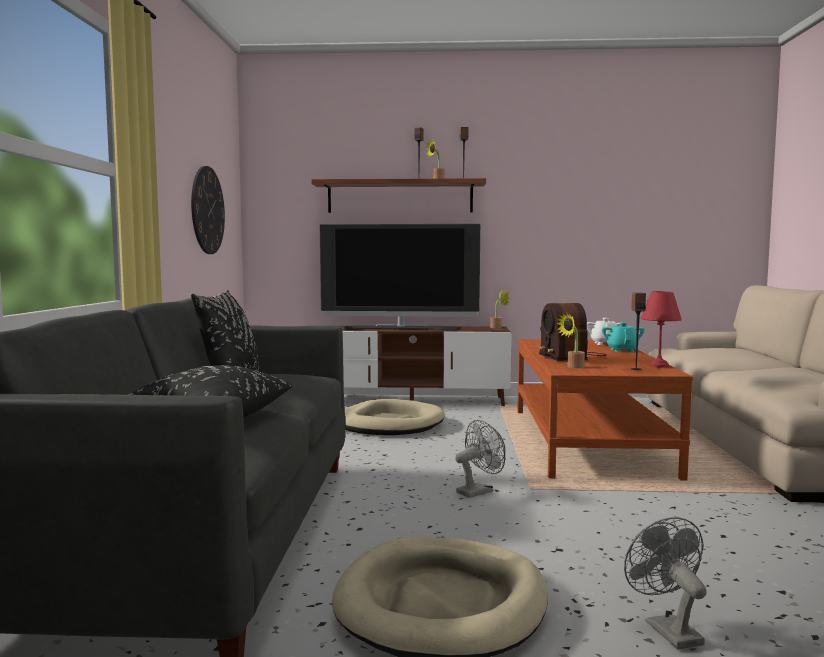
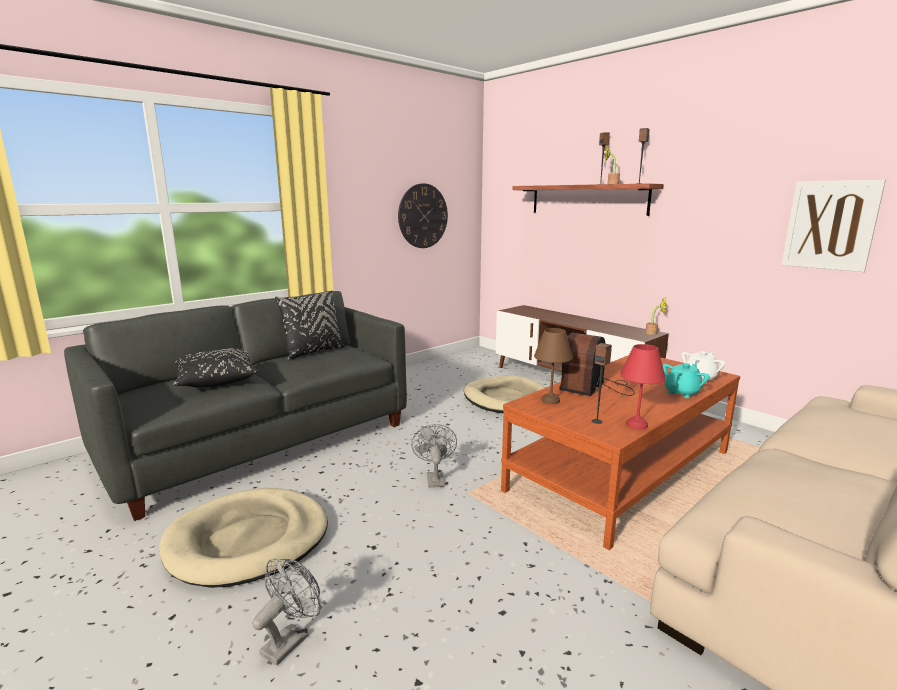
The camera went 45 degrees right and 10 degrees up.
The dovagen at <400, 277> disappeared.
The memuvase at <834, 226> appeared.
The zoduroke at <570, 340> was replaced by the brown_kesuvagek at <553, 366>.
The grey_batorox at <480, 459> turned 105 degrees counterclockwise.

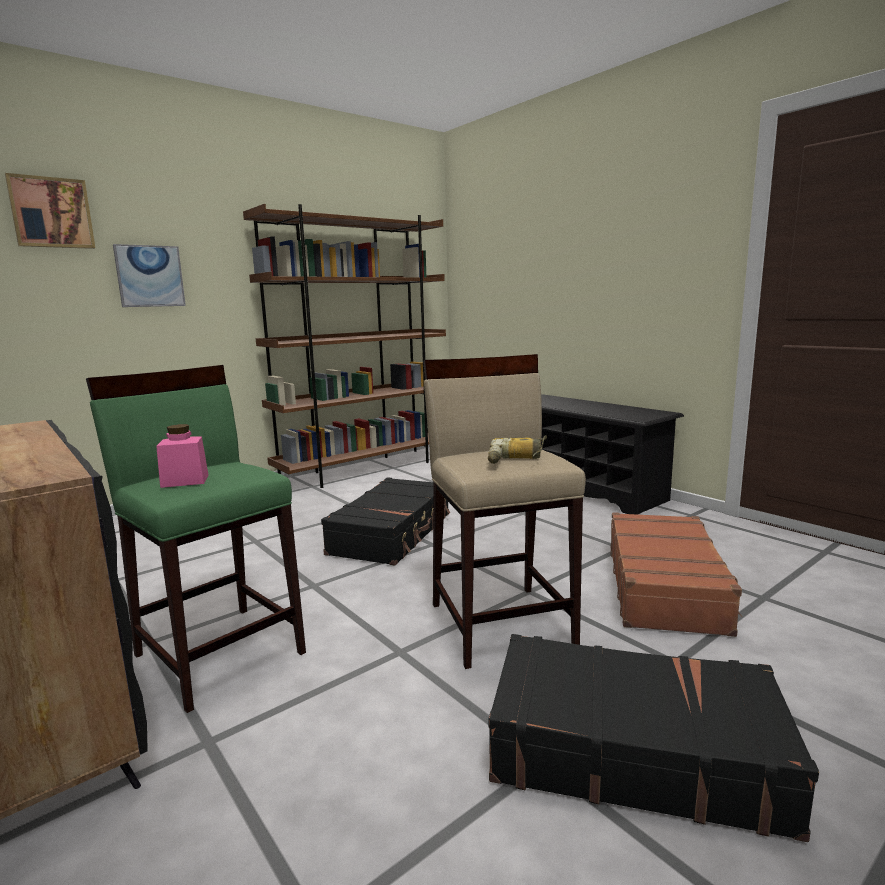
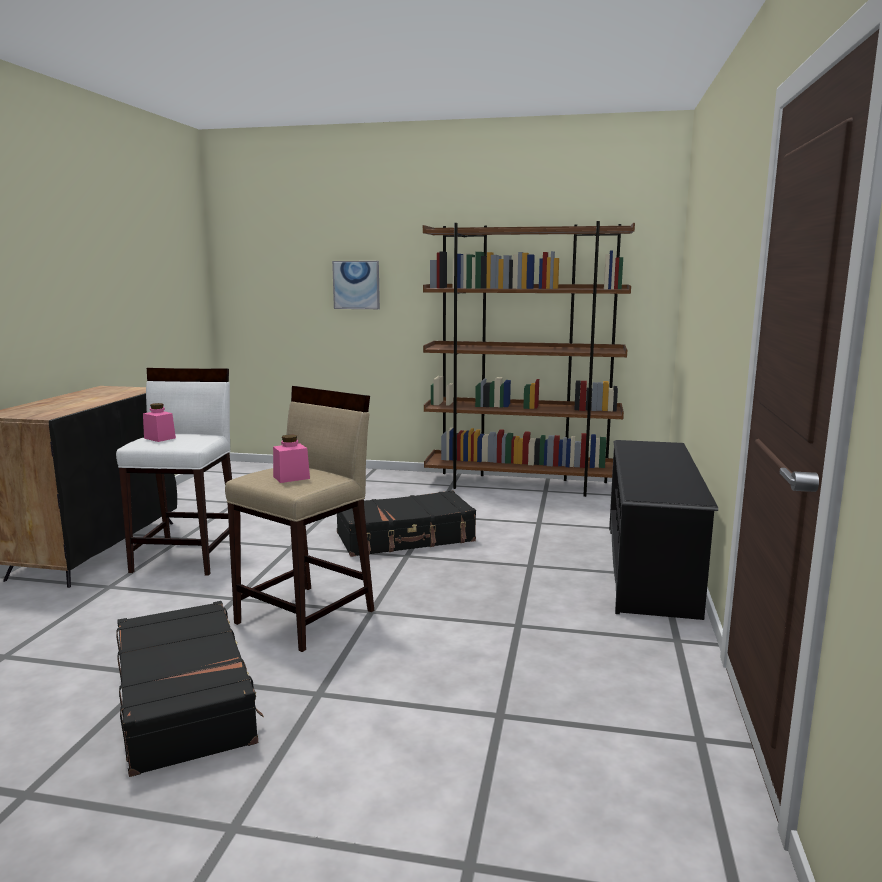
The camera went 50 degrees right and 0 degrees up.
The memuvase at <50, 211> disappeared.
The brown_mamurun at <676, 574> disappeared.
The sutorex at <517, 449> was replaced by the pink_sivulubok at <291, 459>.
The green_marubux at <196, 539> became the white_marubux at <174, 472>.

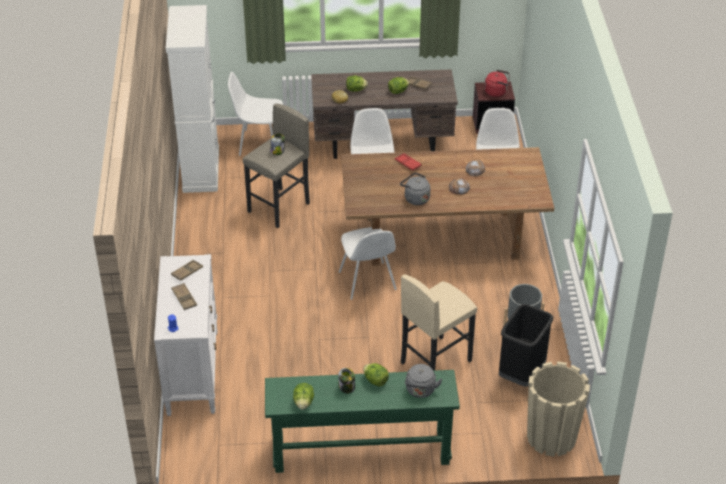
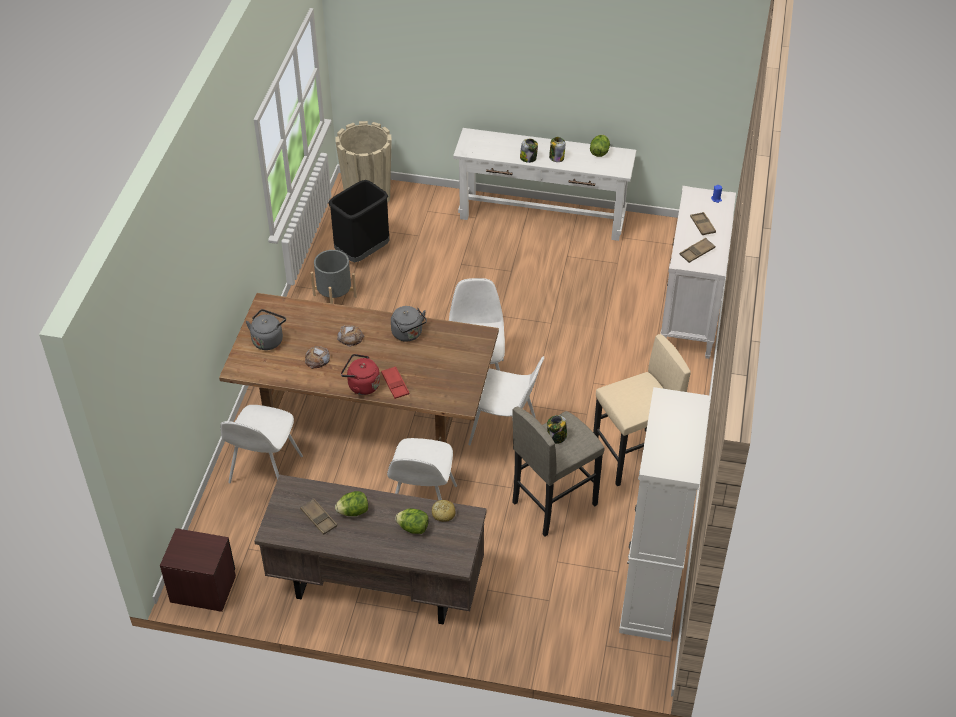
The camera went 165 degrees left and 5 degrees up.
The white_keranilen moved from <255, 114> to <506, 400>.
The beige_marubux moved from <439, 322> to <642, 410>.
The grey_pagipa moved from <423, 381> to <266, 329>.
The red_pagipa moved from <497, 83> to <360, 374>.
The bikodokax at <376, 375> was replaced by the sivulubok at <529, 151>.
The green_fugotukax at <362, 421> became the white_fugotukax at <544, 184>.

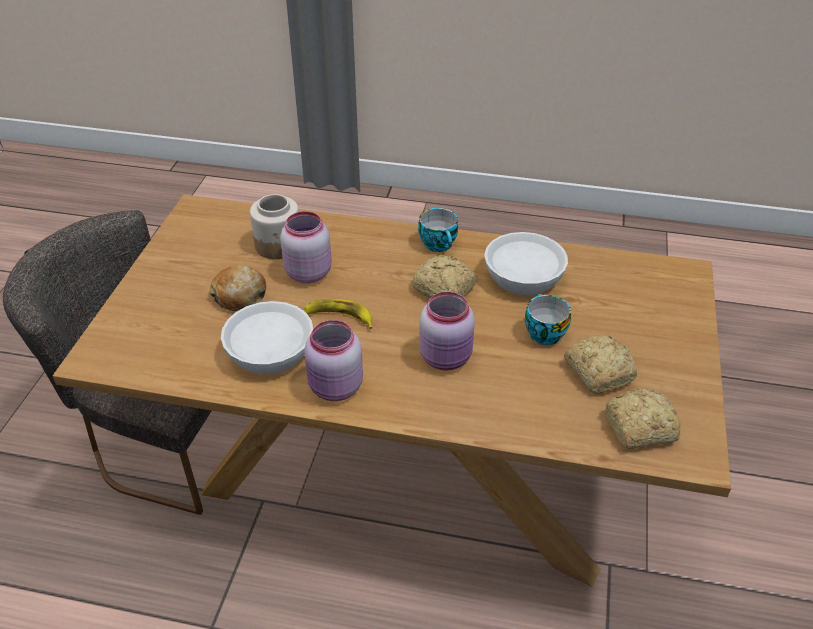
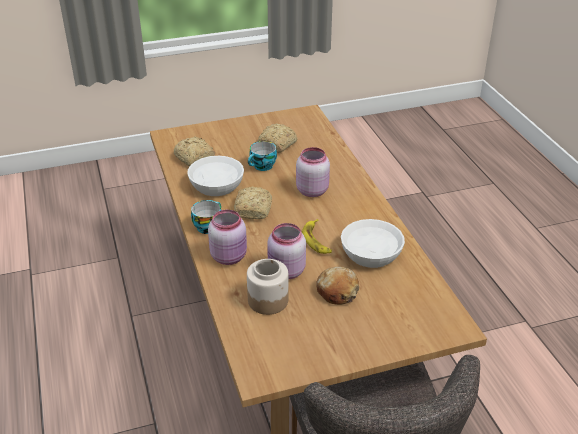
The camera went 120 degrees left and 5 degrees down.
The pink_sivulubok moved from <333, 360> to <227, 237>.
The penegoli moved from <643, 418> to <194, 151>.

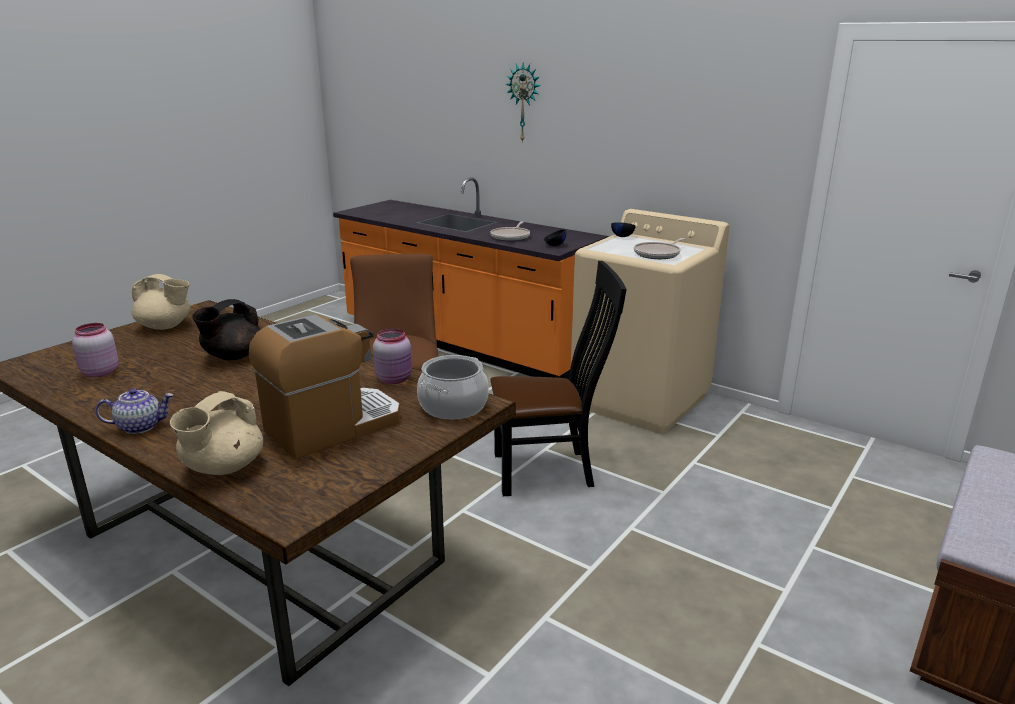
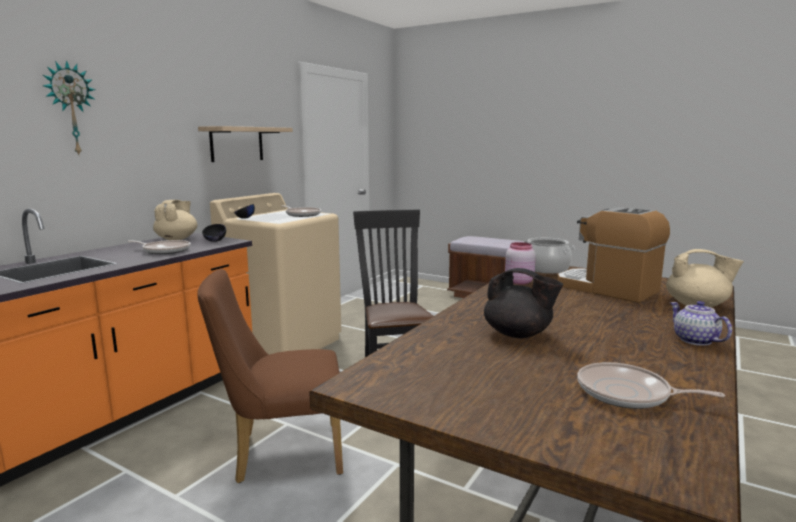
The camera went 95 degrees left and 10 degrees down.
The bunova at <245, 144> appeared.
The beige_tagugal moved from <160, 302> to <175, 220>.
The pink_sivulubok at <95, 350> was replaced by the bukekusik at <651, 385>.

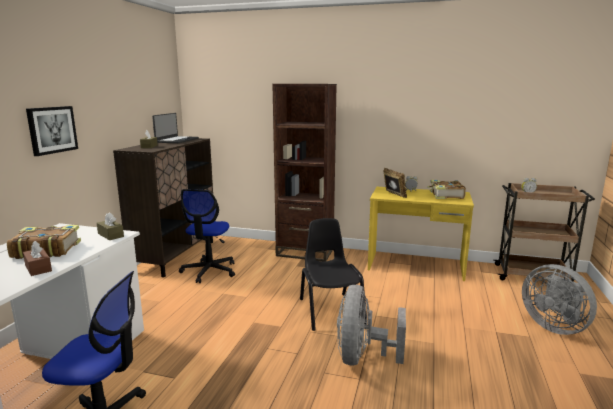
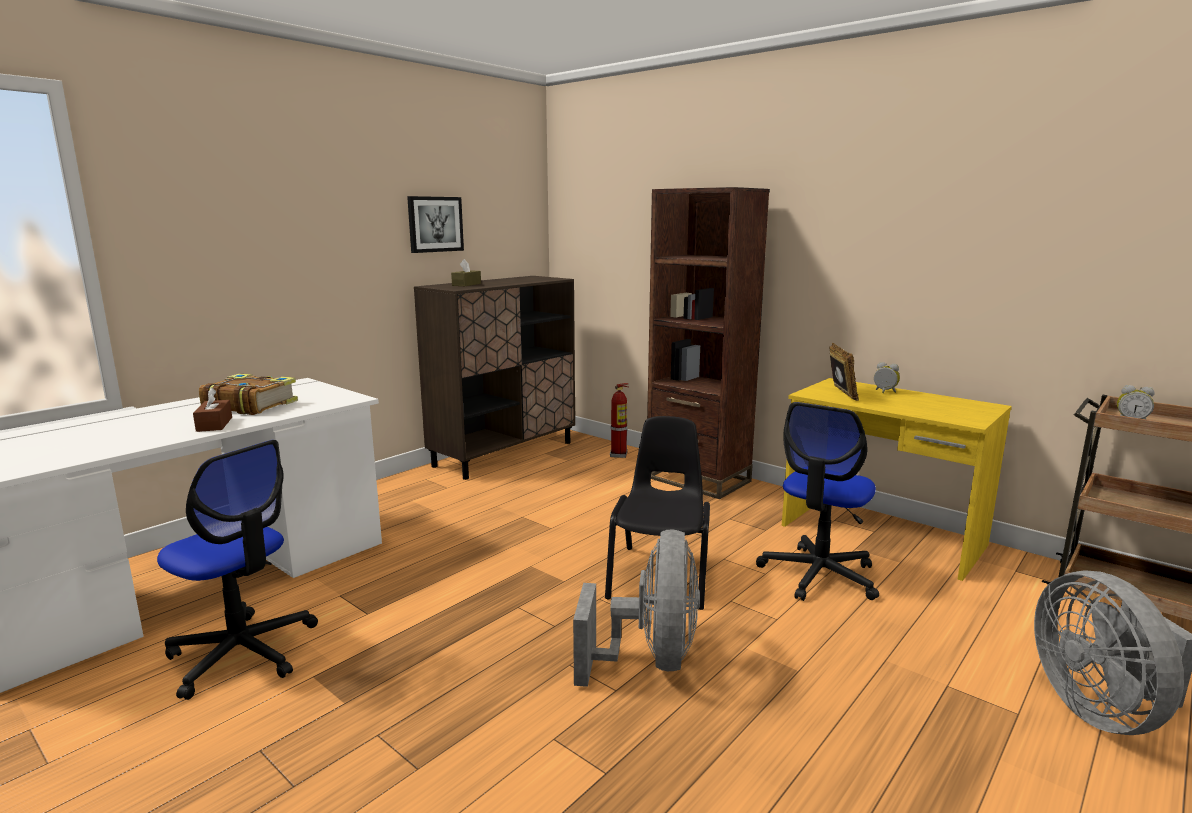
The camera went 25 degrees right and 0 degrees up.
The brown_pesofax at <110, 226> disappeared.
The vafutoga at <175, 128> disappeared.
The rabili at <446, 189> disappeared.
The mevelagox at <619, 420> appeared.
The memuvase moved from <52, 131> to <435, 224>.
The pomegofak moved from <207, 236> to <817, 501>.
The grey_batorox at <371, 325> turned 150 degrees clockwise.

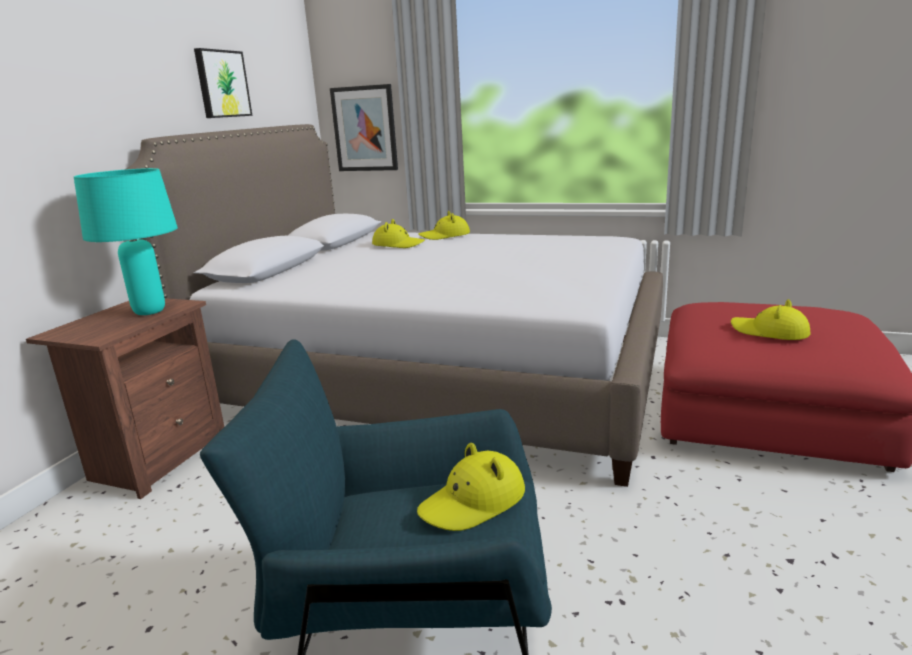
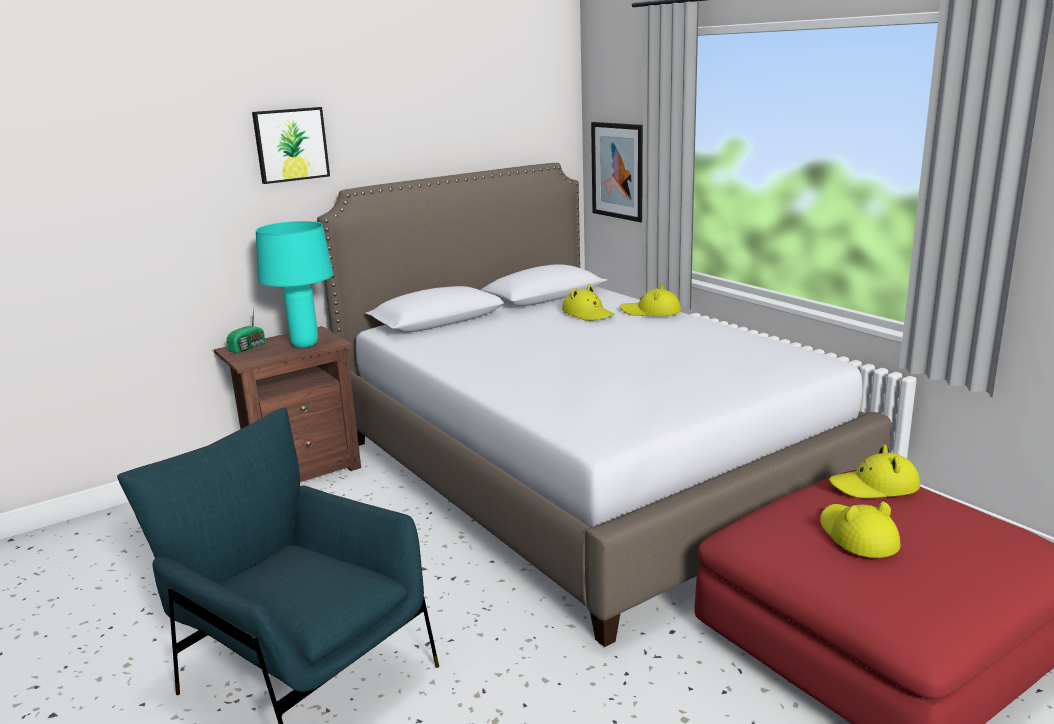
The camera went 35 degrees right and 0 degrees up.
The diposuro at <246, 331> appeared.
The memuvase moved from <223, 83> to <291, 145>.
The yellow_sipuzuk moved from <471, 487> to <874, 471>.

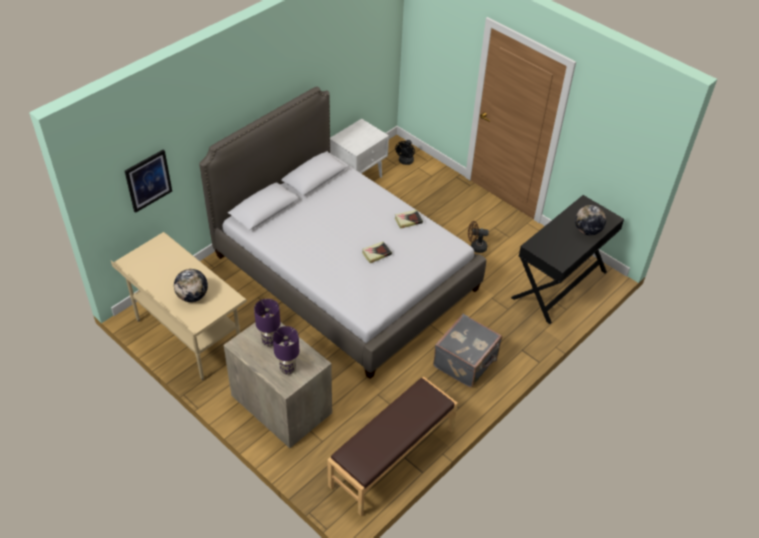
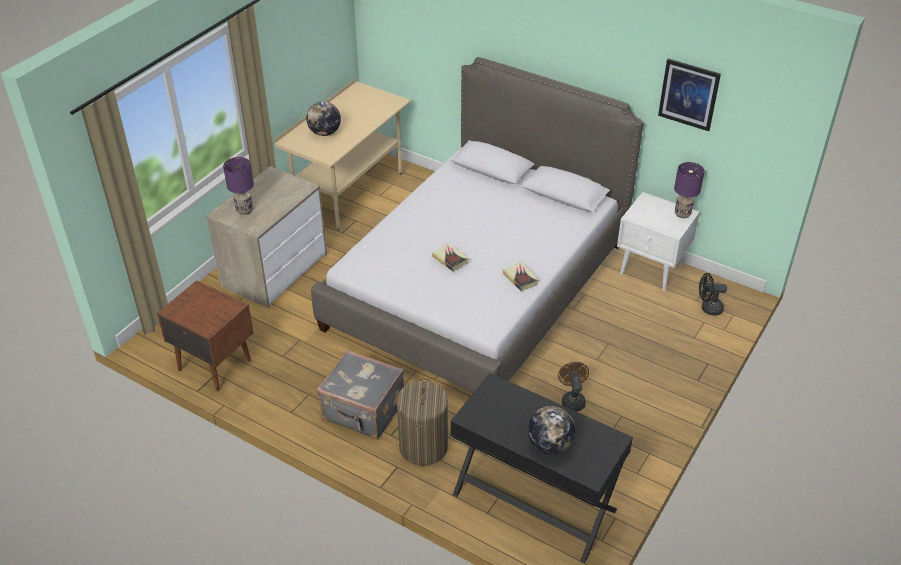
The camera went 80 degrees right and 5 degrees down.
The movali at <422, 422> appeared.
The memuvase moved from <148, 181> to <689, 95>.
The purple_kesuvagek moved from <267, 323> to <689, 190>.
The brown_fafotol at <392, 446> was replaced by the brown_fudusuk at <205, 335>.

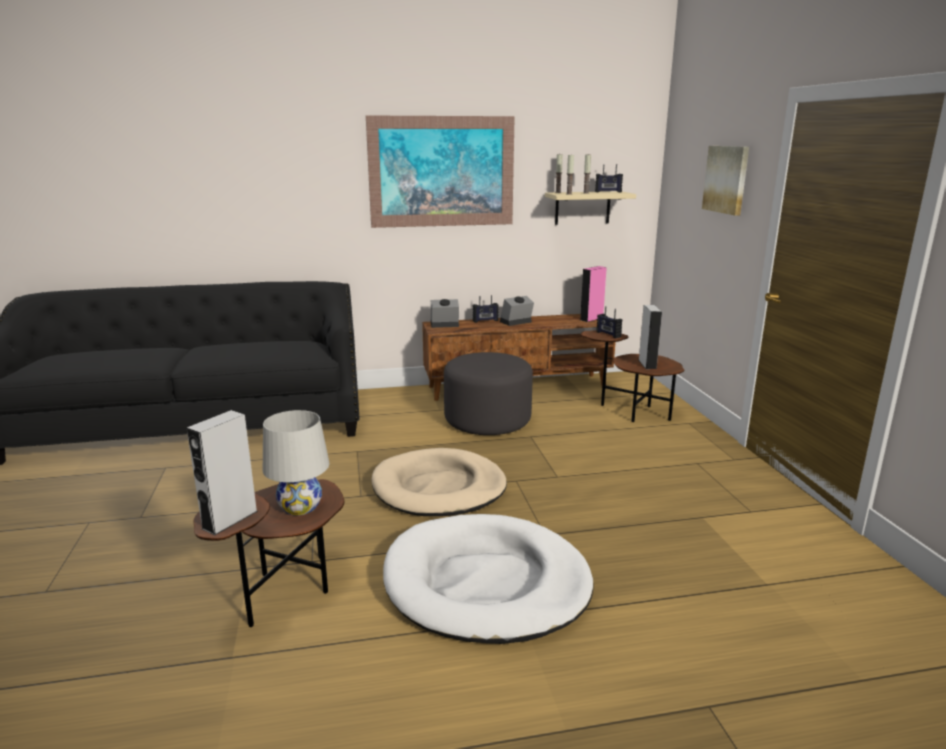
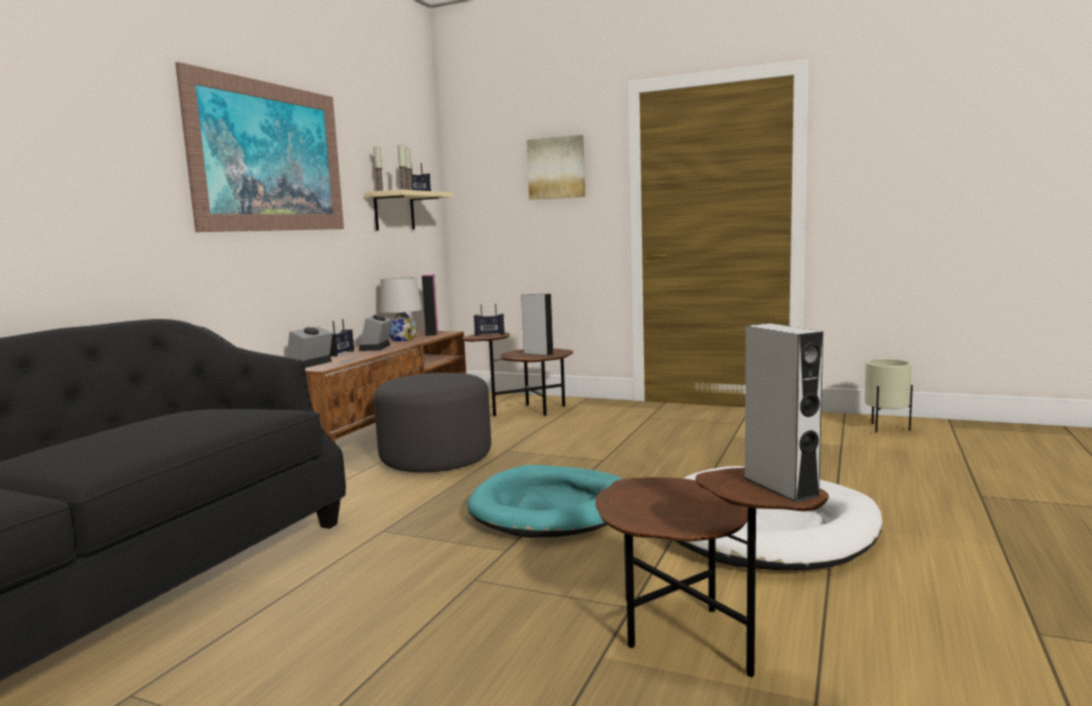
The camera went 55 degrees left and 10 degrees down.
The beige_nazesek at <888, 396> appeared.
The white_kesuvagek moved from <296, 463> to <400, 309>.
The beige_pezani at <439, 482> became the turquoise_pezani at <544, 501>.

